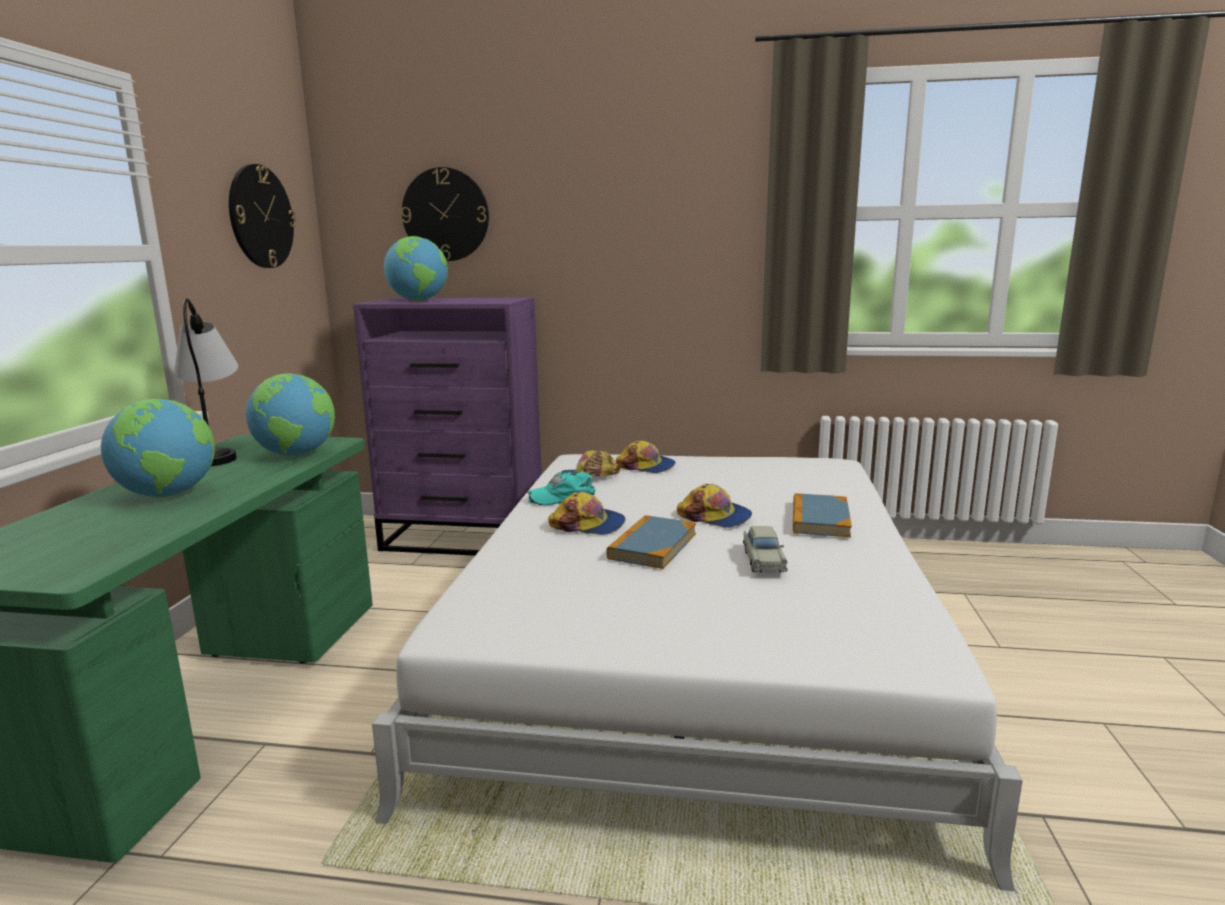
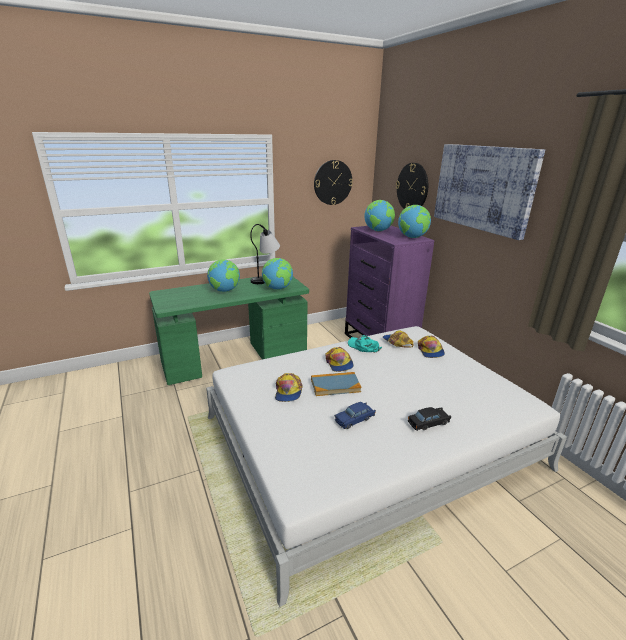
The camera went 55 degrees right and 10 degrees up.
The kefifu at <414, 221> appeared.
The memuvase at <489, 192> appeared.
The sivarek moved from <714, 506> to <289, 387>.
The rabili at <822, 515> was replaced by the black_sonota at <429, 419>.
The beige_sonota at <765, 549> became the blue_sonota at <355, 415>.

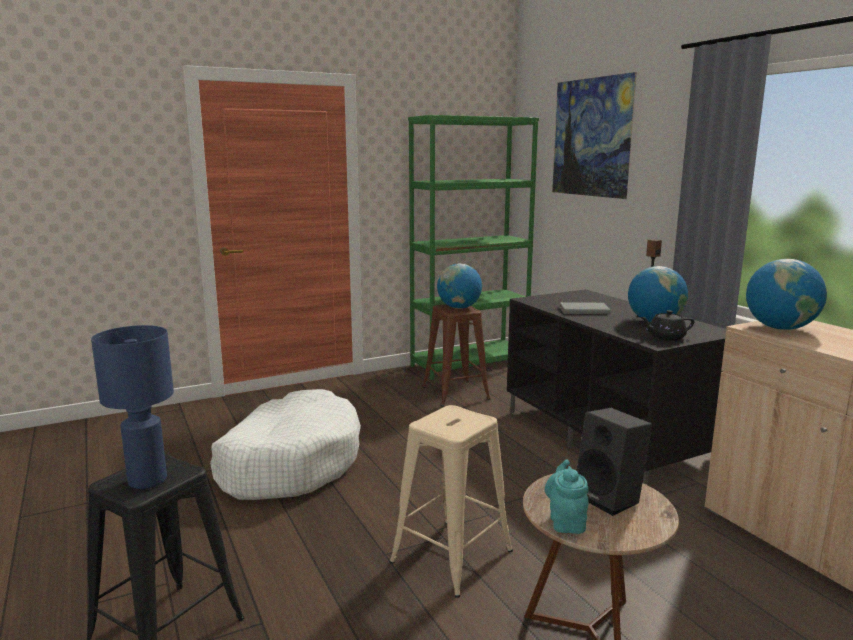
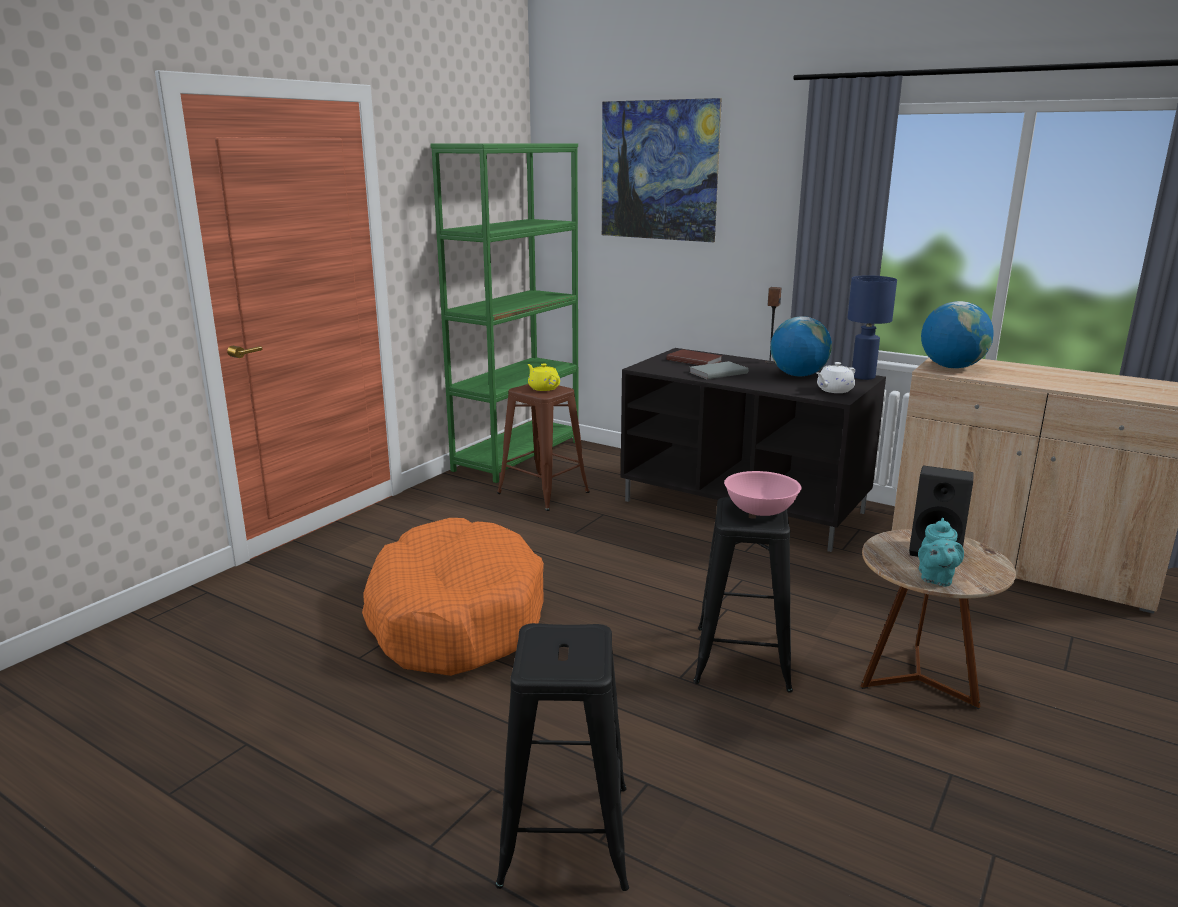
The camera went 30 degrees left and 5 degrees up.
The brown_rabili at <693, 357> appeared.
The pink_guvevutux at <762, 493> appeared.
The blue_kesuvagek moved from <132, 407> to <872, 327>.
The kefifu at <459, 286> was replaced by the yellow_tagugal at <544, 377>.
The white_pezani at <285, 444> became the orange_pezani at <453, 597>.
The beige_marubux at <451, 501> became the black_marubux at <743, 595>.
The black_tagugal at <667, 325> became the white_tagugal at <836, 377>.
The turquoise_tagugal at <567, 496> turned 135 degrees counterclockwise.

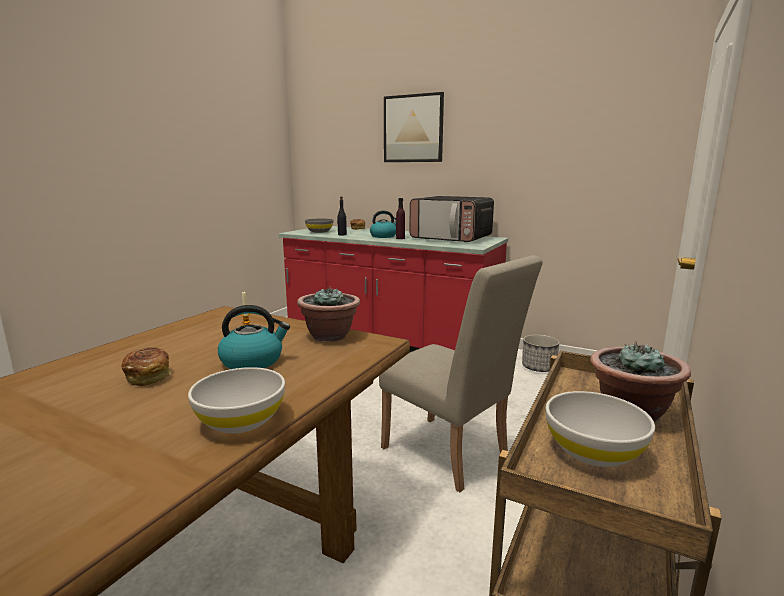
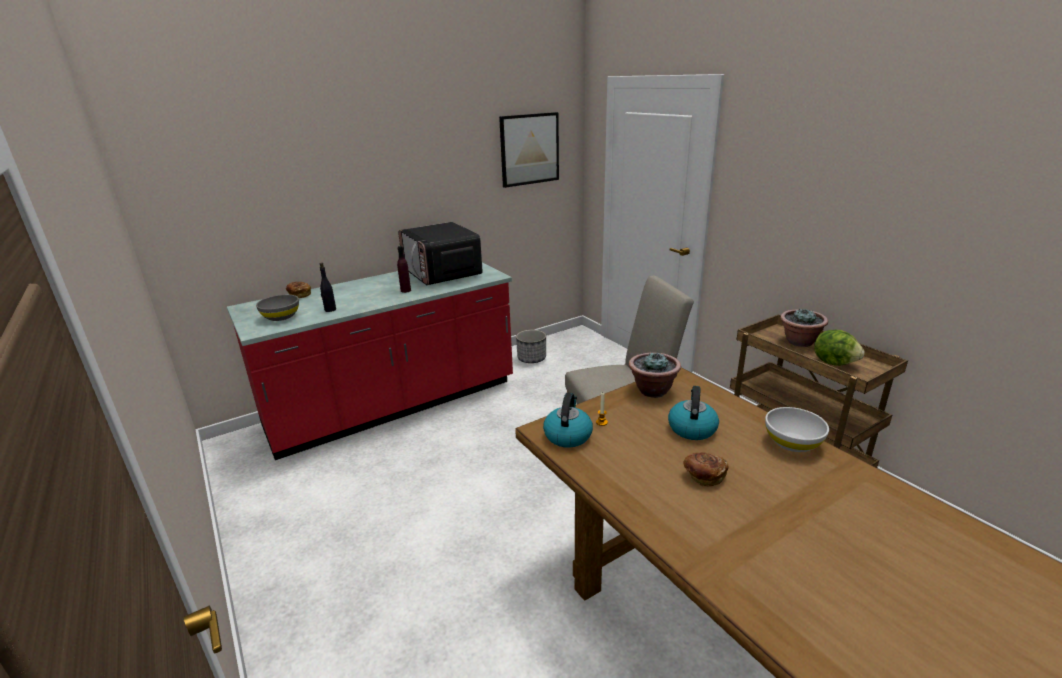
The camera went 60 degrees left and 10 degrees up.
The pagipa moved from <383, 224> to <568, 420>.
The memuvase moved from <414, 127> to <529, 150>.
The white_guvevutux at <600, 429> was replaced by the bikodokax at <839, 348>.
The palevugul at <451, 219> turned 90 degrees clockwise.

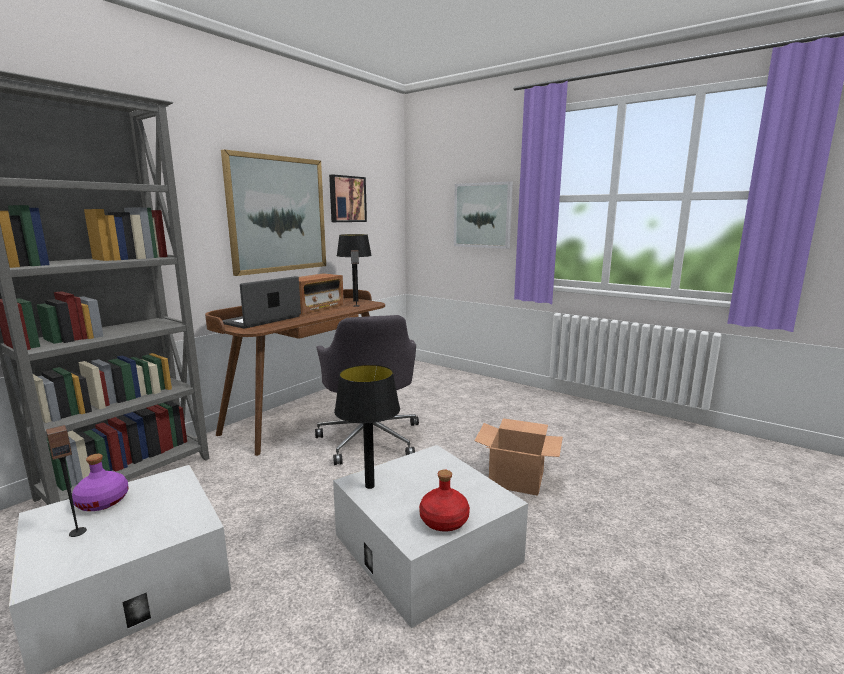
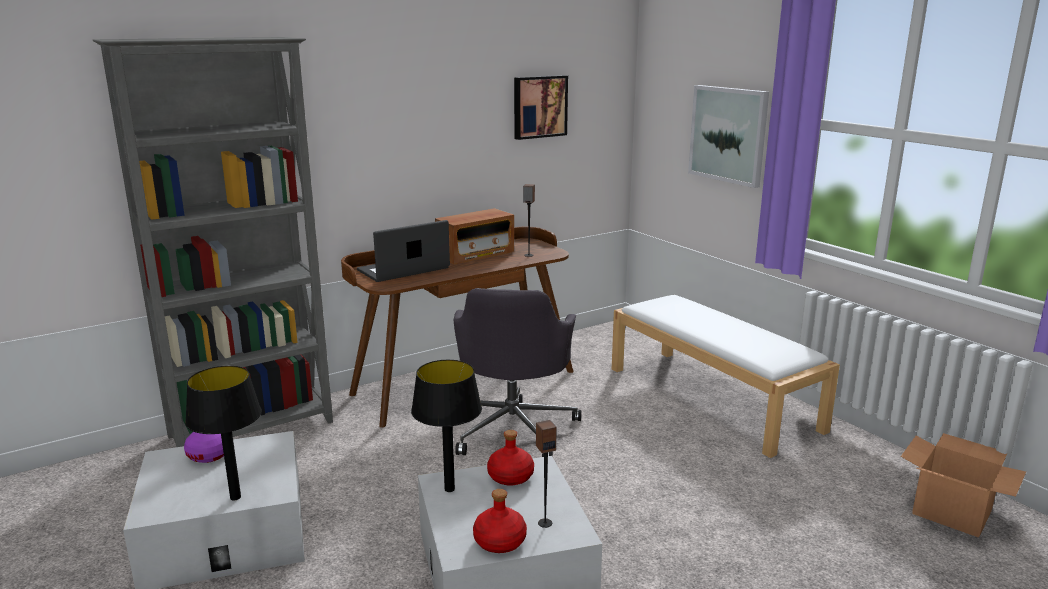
The camera went 20 degrees right and 5 degrees up.
The memuvase at <273, 212> disappeared.
The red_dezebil at <510, 458> appeared.
The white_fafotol at <726, 376> appeared.
The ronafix moved from <66, 481> to <546, 474>.
The black_kesuvagek moved from <354, 268> to <223, 433>.
The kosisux moved from <518, 457> to <963, 485>.

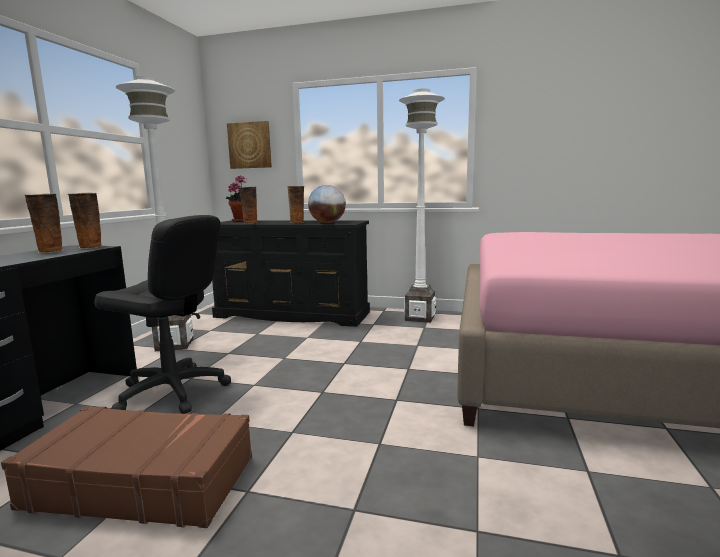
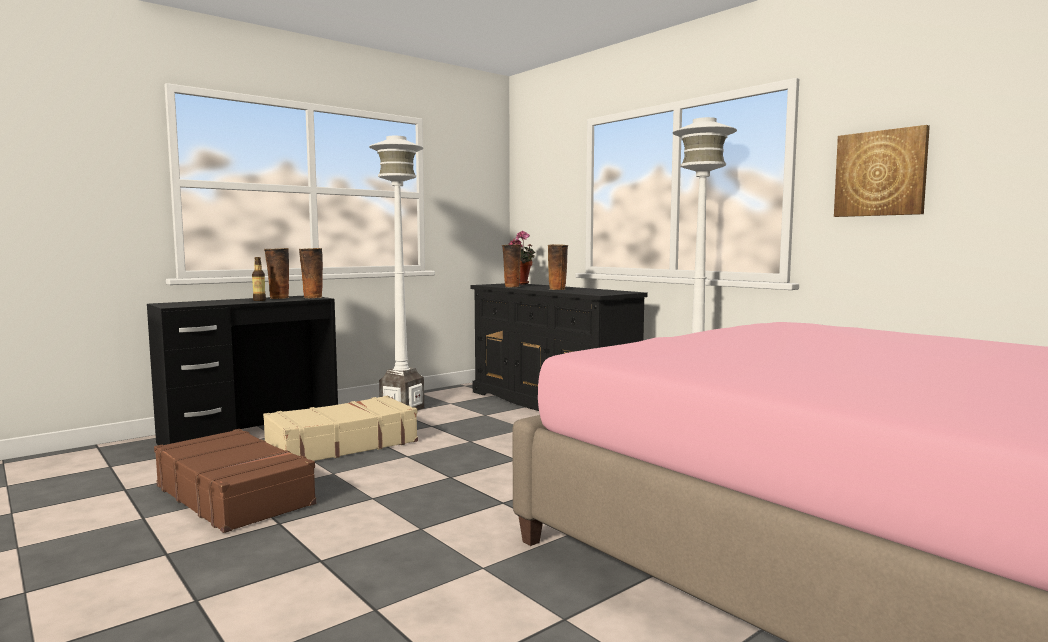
The camera went 35 degrees right and 5 degrees down.
The kefifu at <327, 204> disappeared.
The dezebil at <259, 279> appeared.
The memuvase moved from <249, 145> to <882, 171>.
The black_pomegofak at <162, 314> was replaced by the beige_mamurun at <340, 428>.

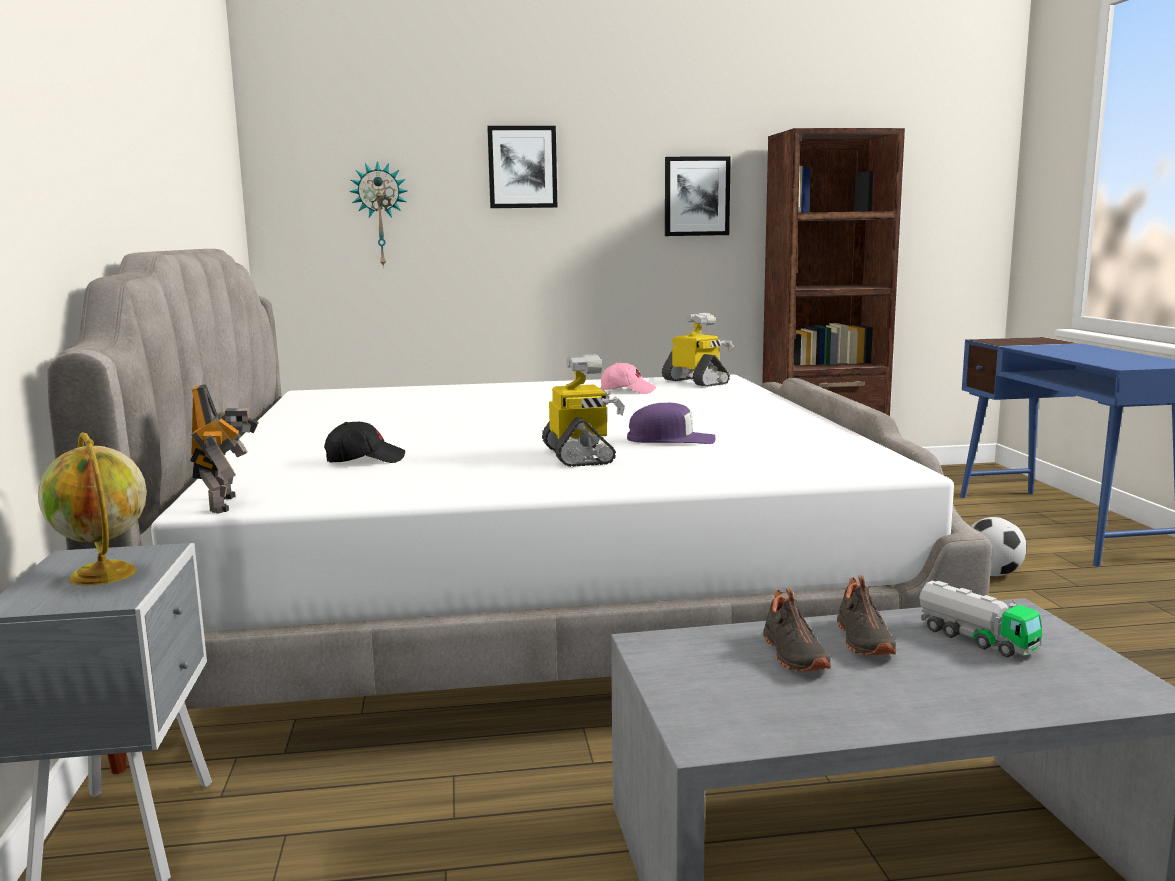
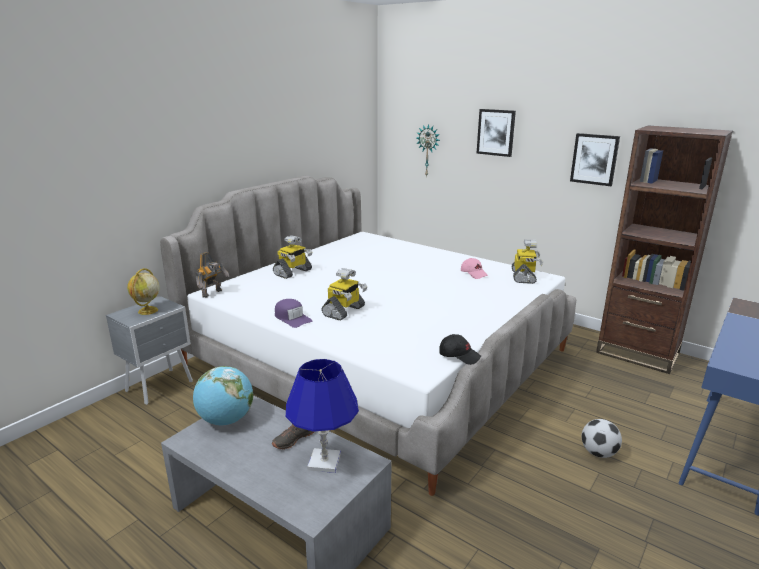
The camera went 45 degrees right and 10 degrees up.
The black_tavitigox at <797, 629> disappeared.
The kefifu at <223, 395> appeared.
The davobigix at <292, 257> appeared.
The black_sivarek moved from <364, 442> to <460, 349>.
The purple_sivarek moved from <671, 423> to <293, 313>.
The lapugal at <980, 619> was replaced by the blue_kesuvagek at <322, 416>.

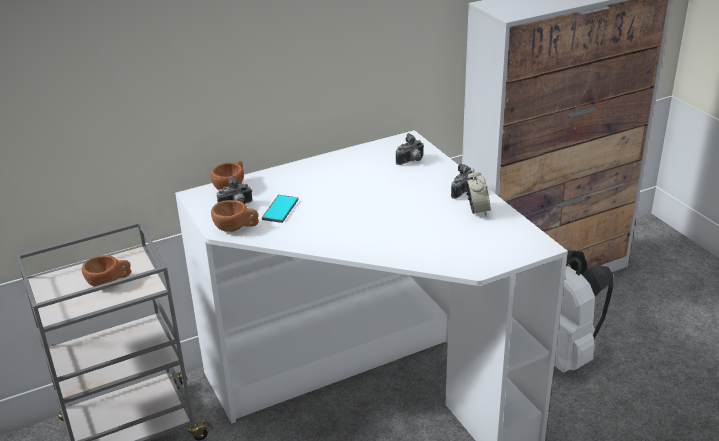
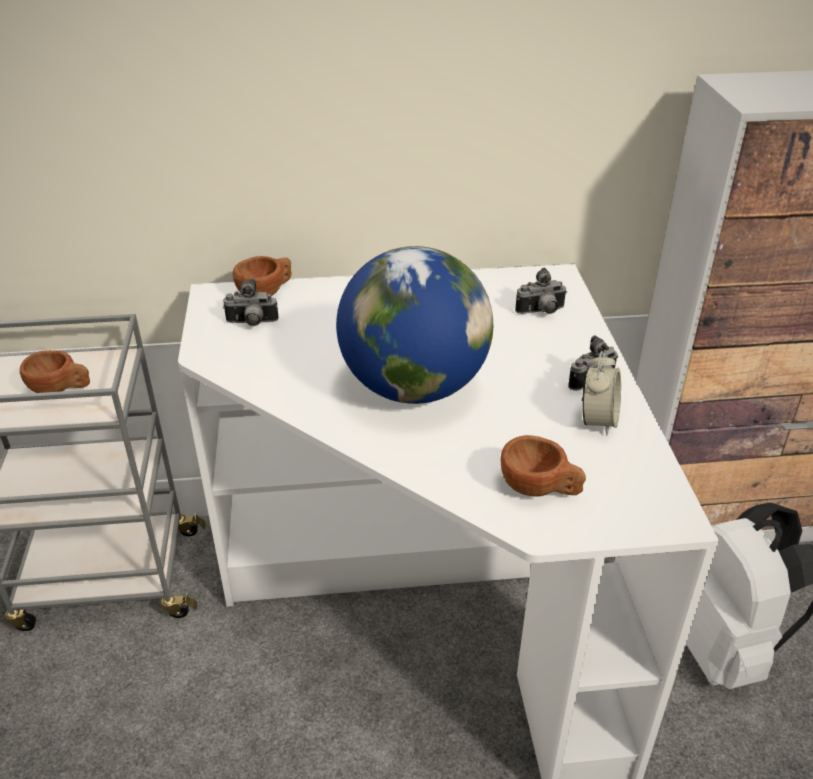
The camera went 20 degrees right and 5 degrees up.
The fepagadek at <280, 209> disappeared.
The kefifu at <414, 325> appeared.
The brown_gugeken moved from <235, 216> to <543, 466>.

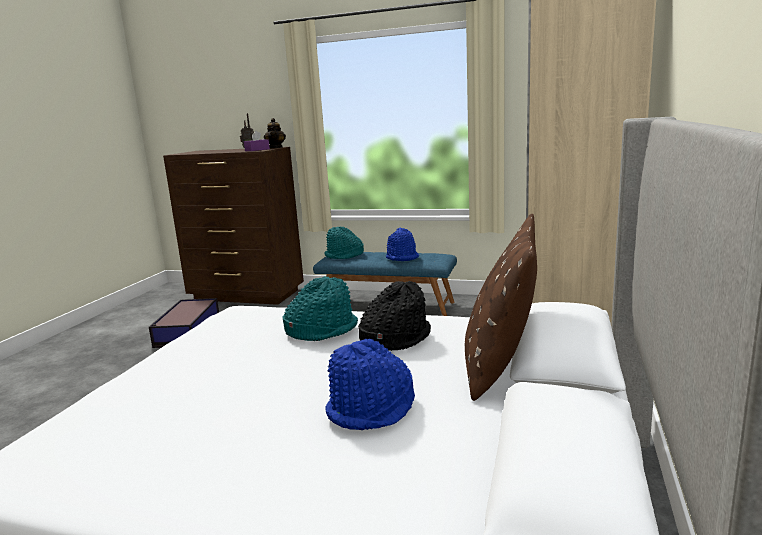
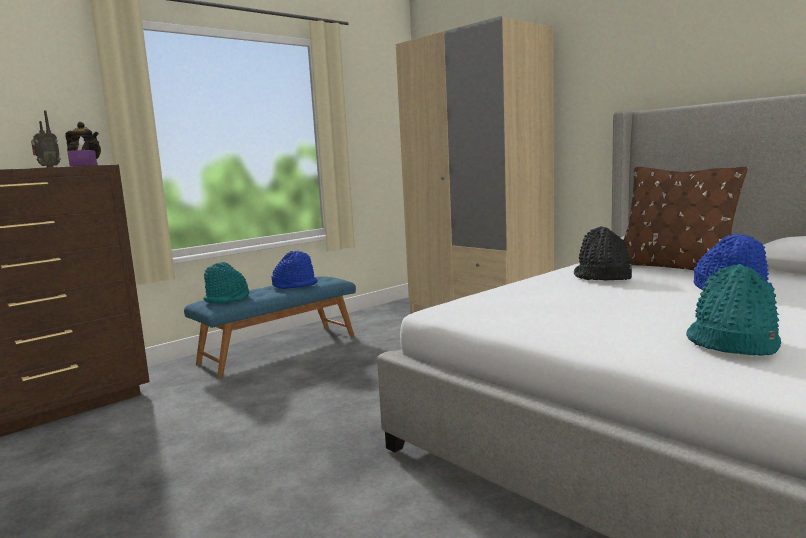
The camera went 60 degrees left and 5 degrees down.
The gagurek at <184, 323> disappeared.
The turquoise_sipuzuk moved from <320, 308> to <733, 310>.

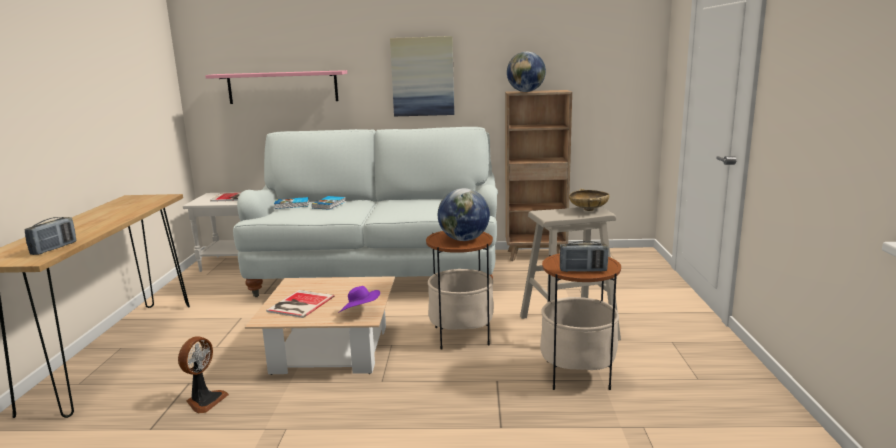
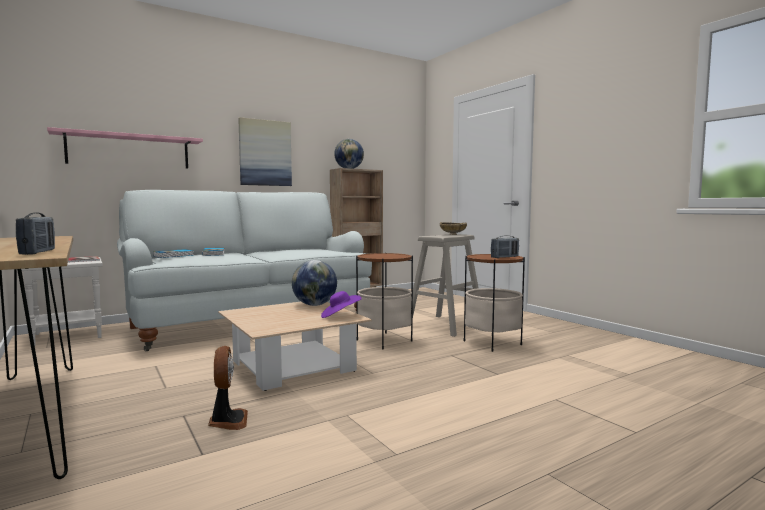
The camera went 35 degrees left and 10 degrees down.
The rabili at <300, 304> disappeared.
The kefifu moved from <464, 214> to <314, 283>.

